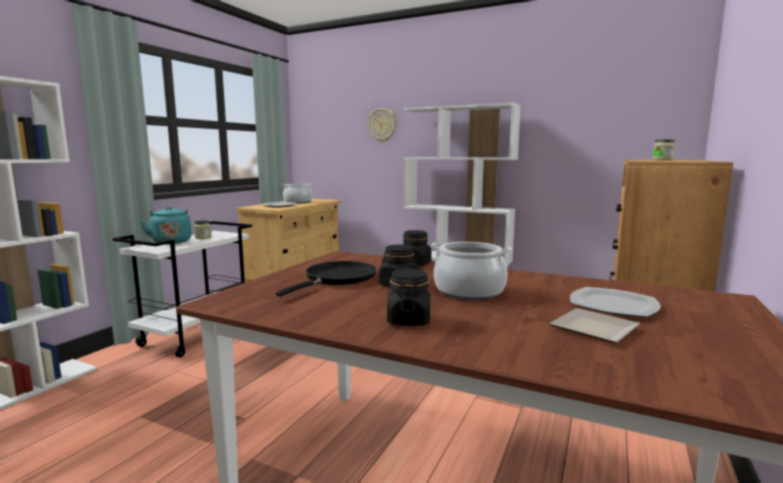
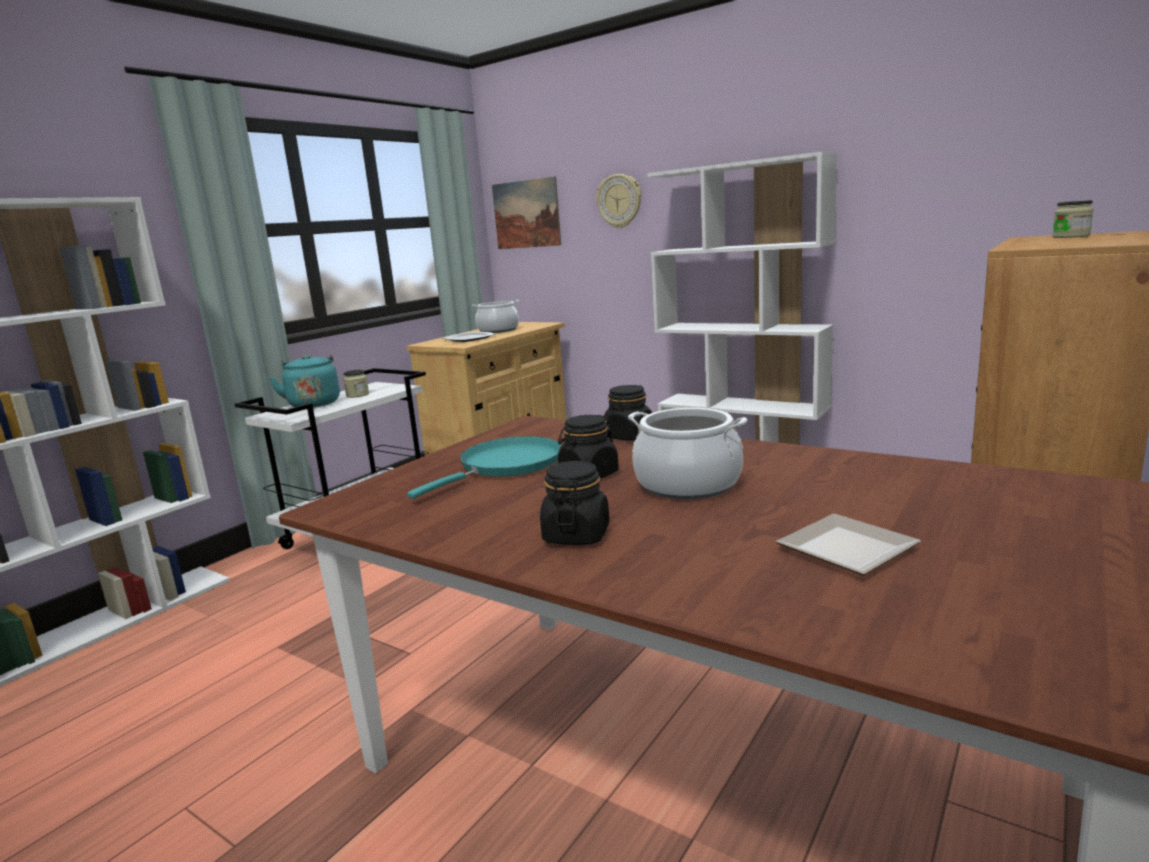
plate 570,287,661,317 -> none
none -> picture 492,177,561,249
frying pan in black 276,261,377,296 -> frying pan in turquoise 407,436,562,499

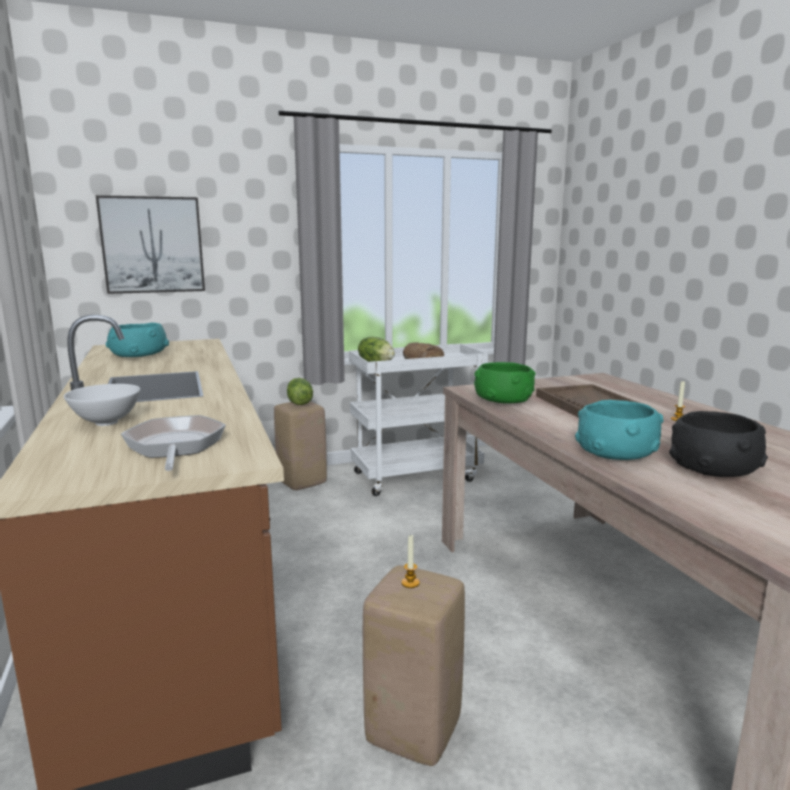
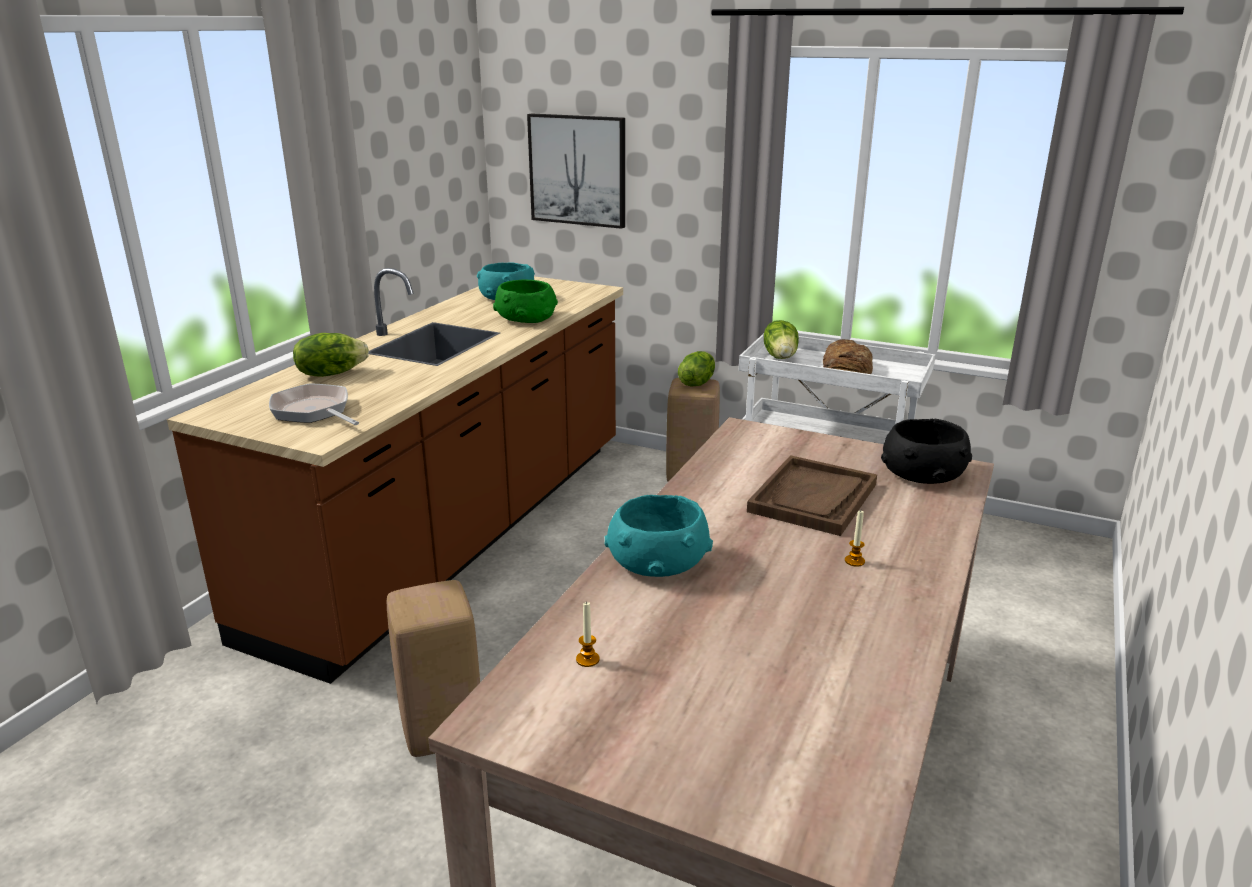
candle 401,535,420,588 -> candle 576,601,599,667, relocated
bowl in green 474,362,535,404 -> bowl in green 493,280,558,323, relocated
bowl in black 669,411,768,477 -> bowl in black 881,419,972,484, relocated
bowl in white 64,384,140,426 -> lettuce 293,333,369,377
frying pan 121,415,226,471 -> frying pan 269,383,359,425, 75 degrees counterclockwise

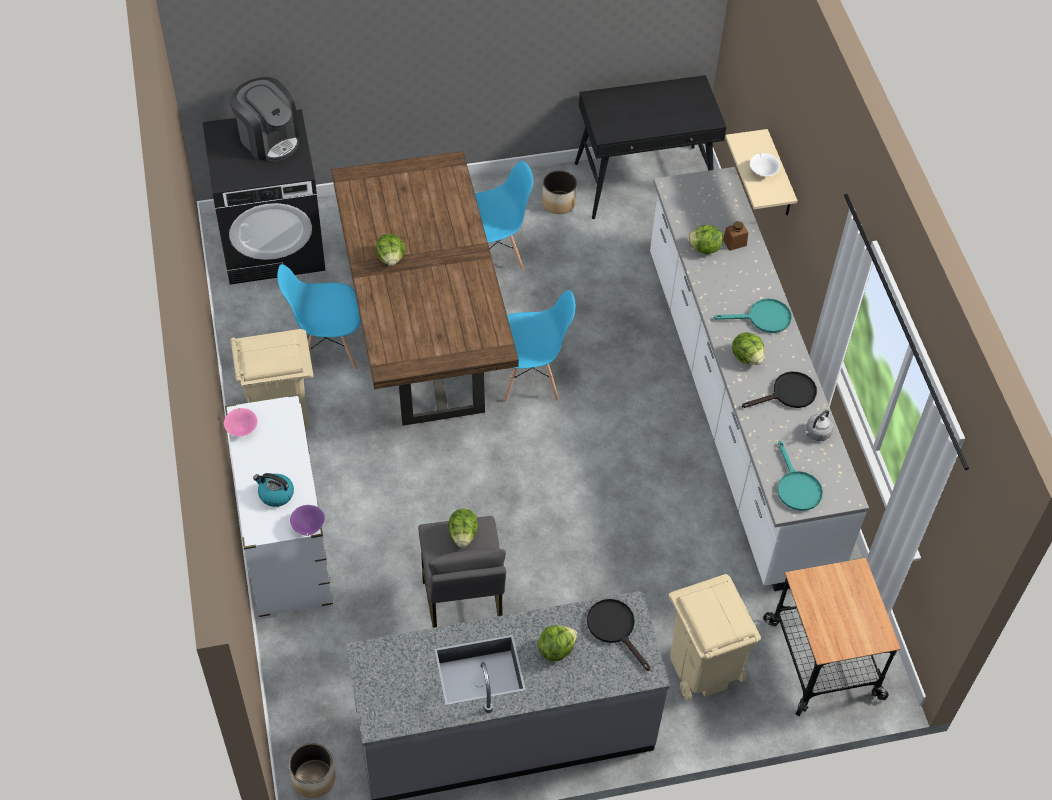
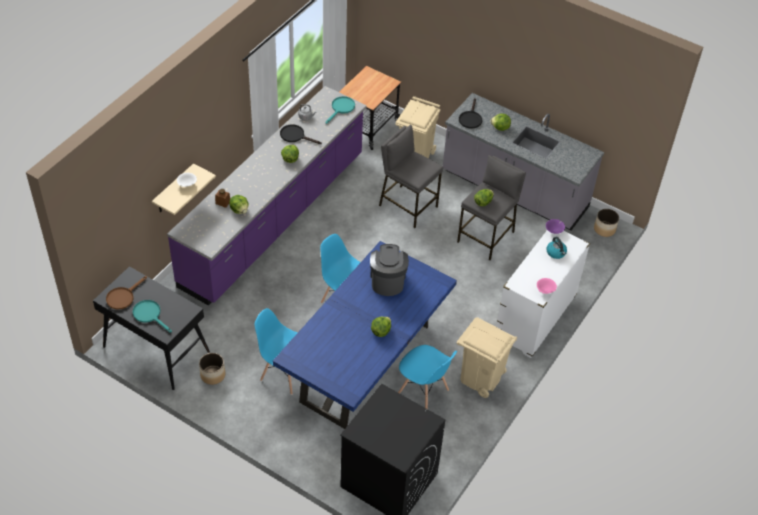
none -> frying pan in brown 106,276,147,310
none -> stool in grey 379,125,443,228
coffee machine 230,77,299,162 -> coffee machine 370,244,409,296, relocated
frying pan in turquoise 714,299,792,333 -> frying pan in turquoise 133,300,172,332, relocated
dining table in brown 331,151,519,426 -> dining table in blue 273,241,457,429
counter in white 650,167,869,591 -> counter in purple 167,86,367,305

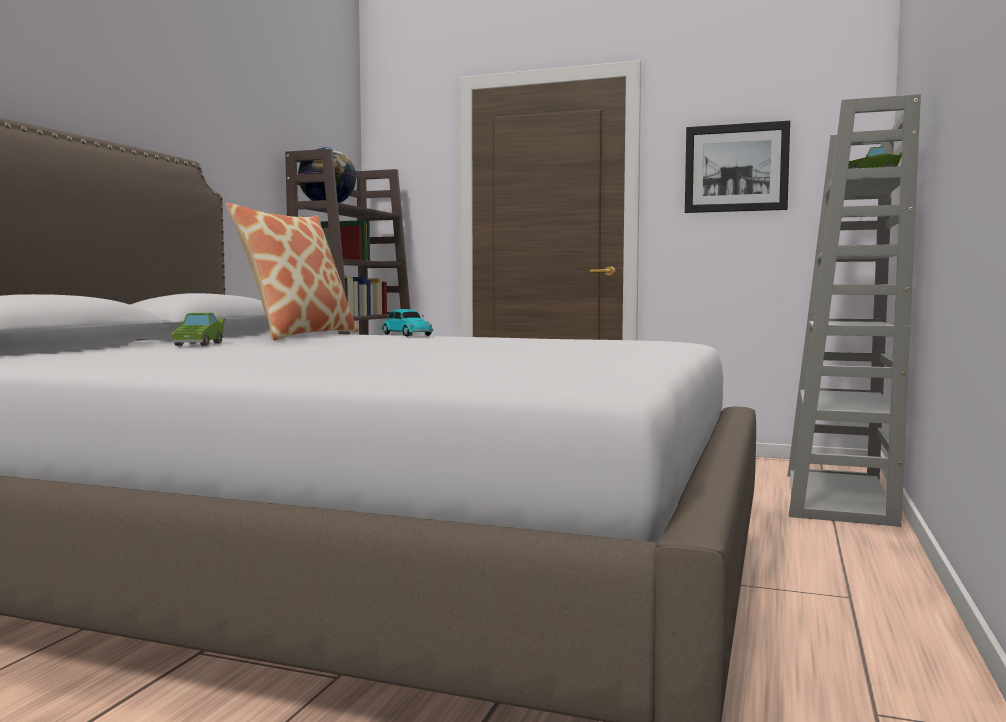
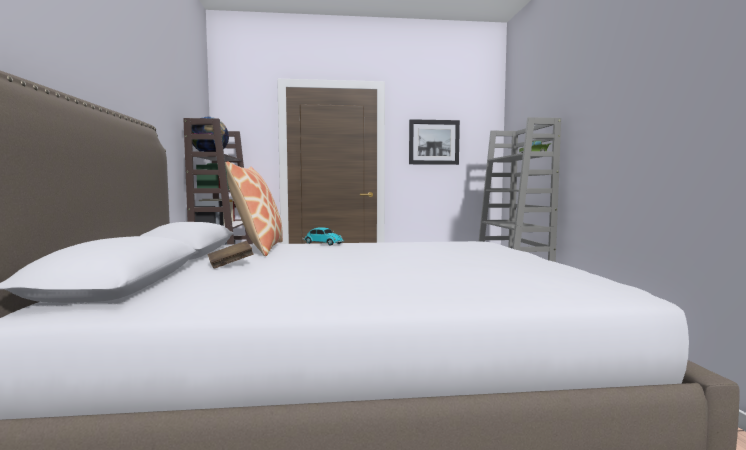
toy car in green 171,313,226,346 -> book in brown 207,241,254,269

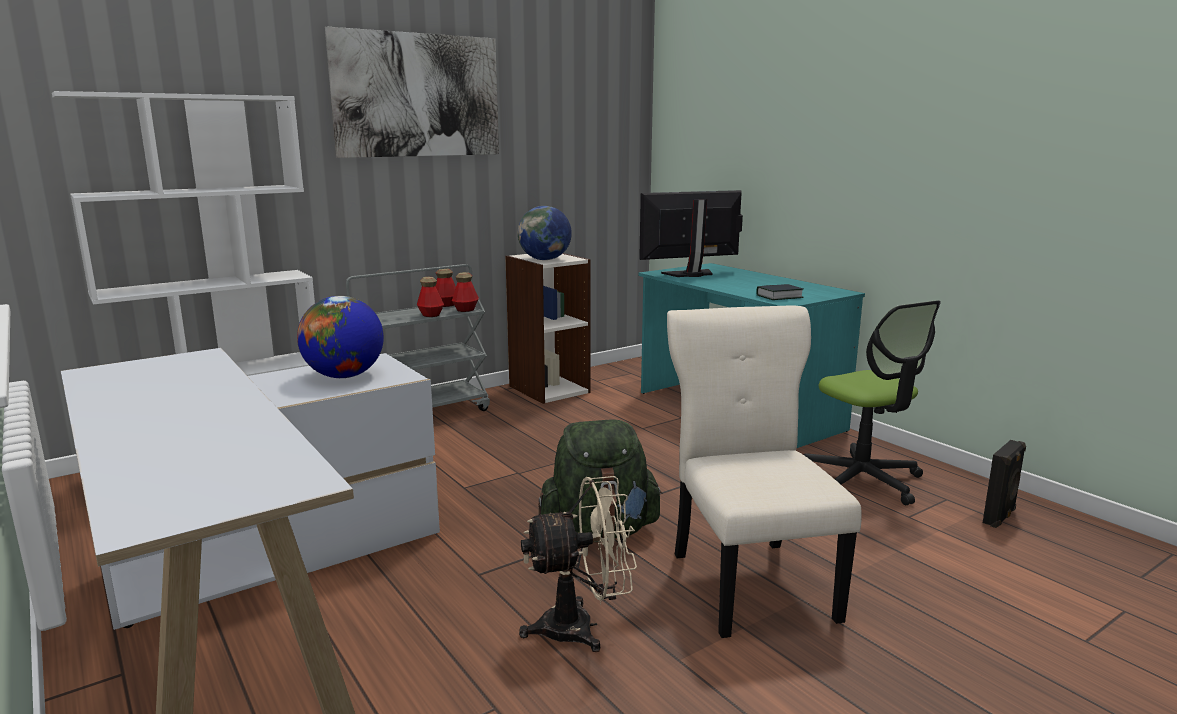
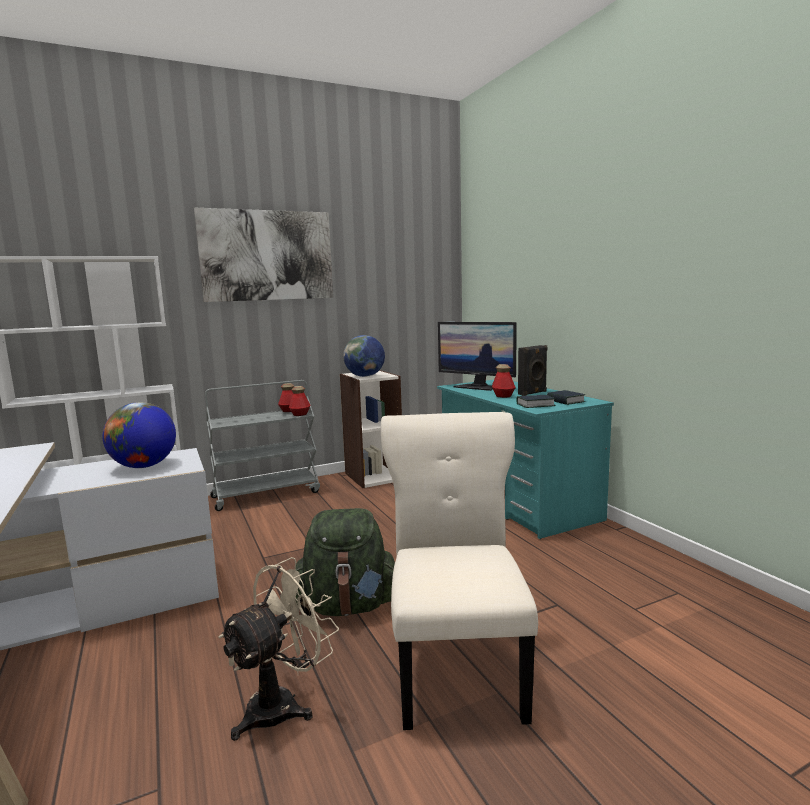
office chair 803,300,941,505 -> none
none -> book 547,390,585,405
bottle 417,277,444,317 -> bottle 492,364,516,398, relocated
speaker in black 983,440,1026,528 -> speaker in black 518,345,547,396, relocated
fan in beige 519,476,637,652 -> fan in beige 218,557,339,741, 45 degrees counterclockwise
monitor 639,190,743,277 -> monitor 438,322,517,391, 135 degrees counterclockwise

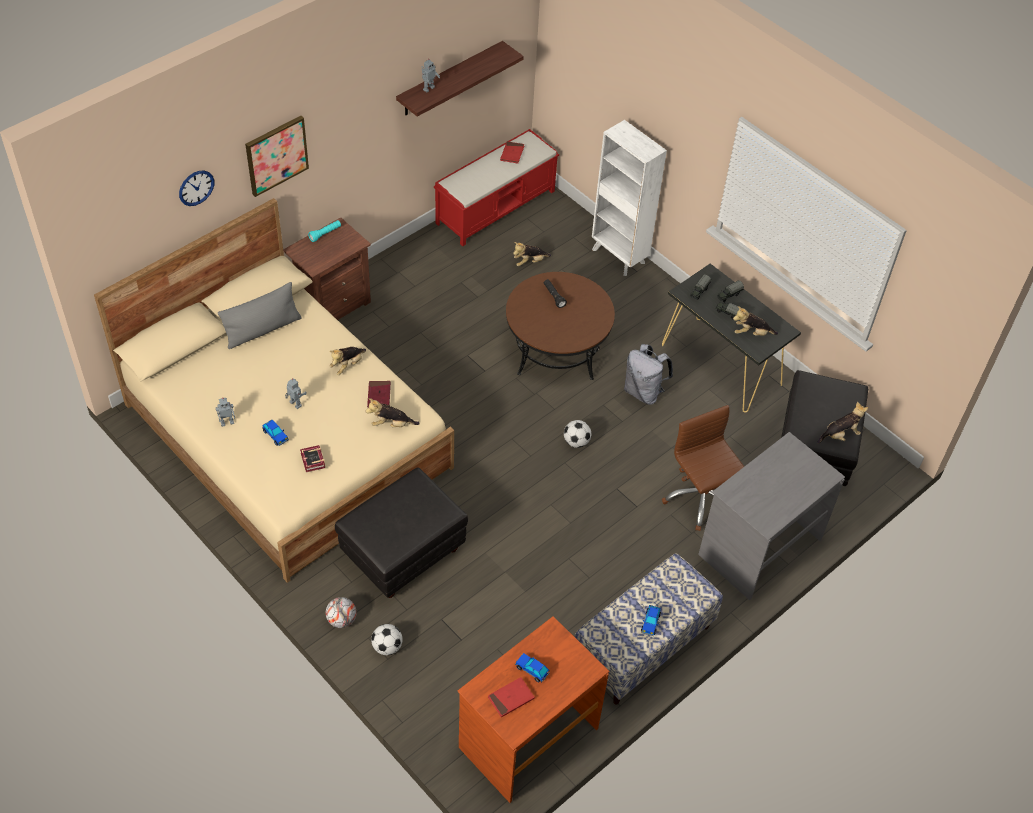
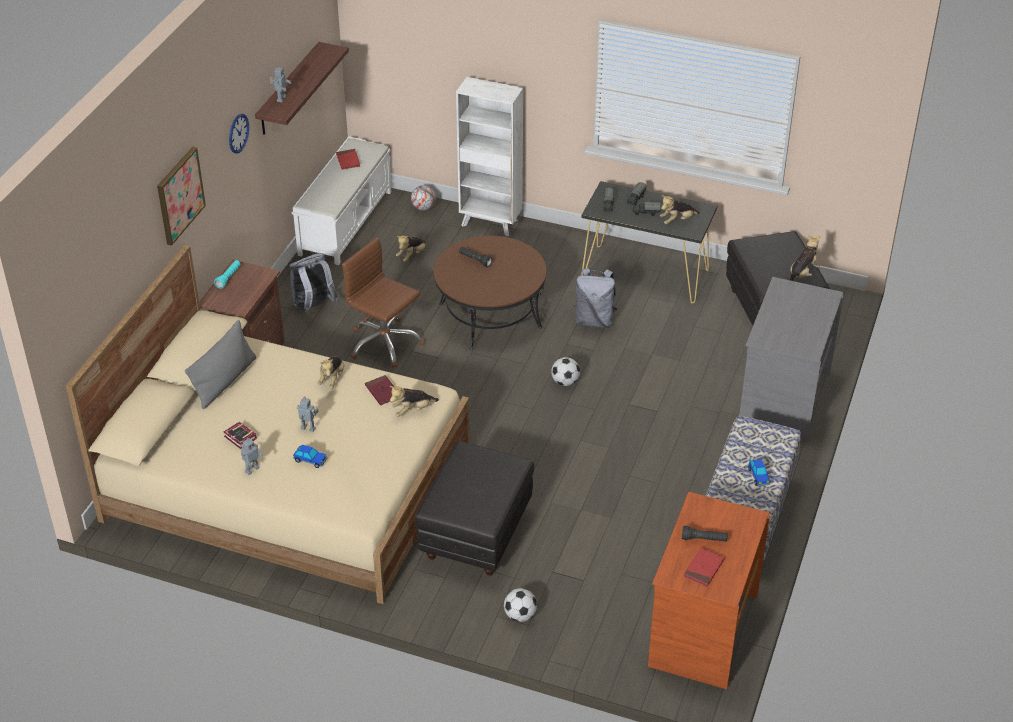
none -> backpack in grey 289,253,339,313
wall clock 179,171,214,206 -> wall clock 229,114,249,154, relocated
book 300,445,325,472 -> book 224,422,257,449, relocated
football 326,597,357,628 -> football 411,185,436,211, relocated
office chair in brown 662,405,744,531 -> office chair in brown 342,237,425,368, relocated
toy car 515,653,550,683 -> flashlight in black 682,526,728,542
bench in red 434,129,559,246 -> bench in white 292,136,391,265

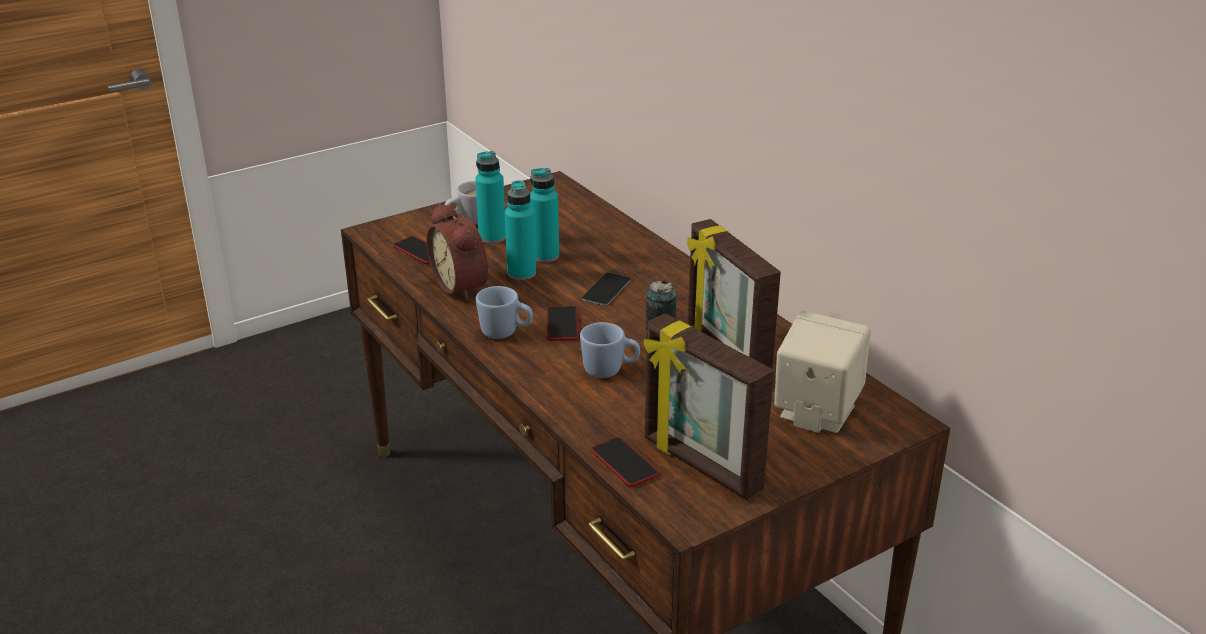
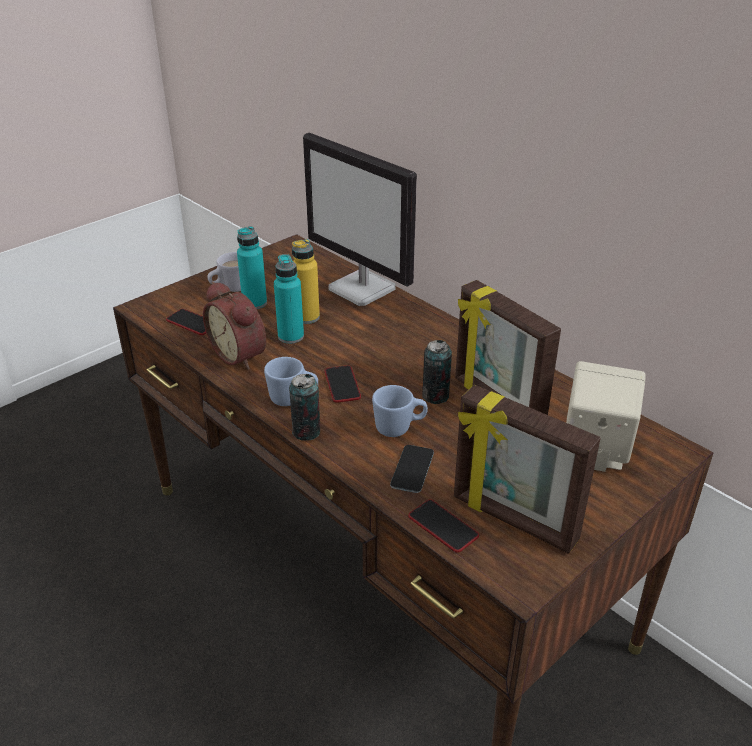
none -> can 289,374,320,441
none -> monitor 303,133,417,306
phone 582,273,631,306 -> phone 390,445,434,493, relocated
bottle in turquoise 530,168,559,263 -> bottle in yellow 292,239,320,324

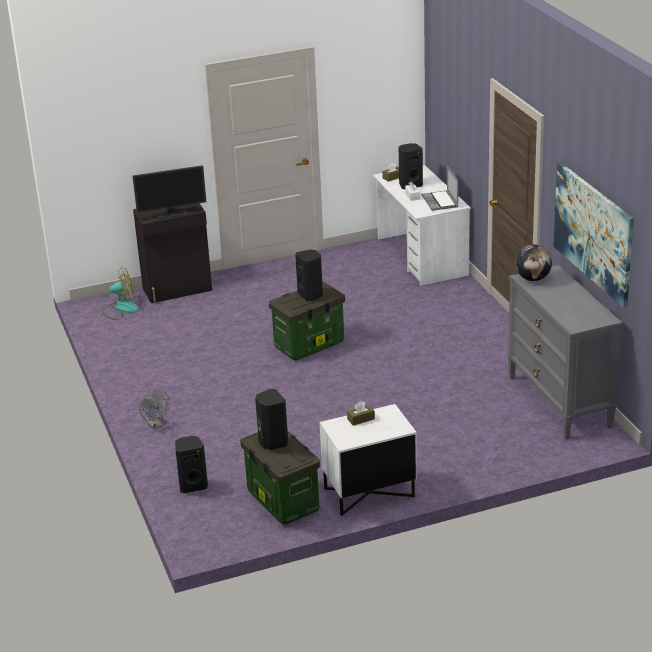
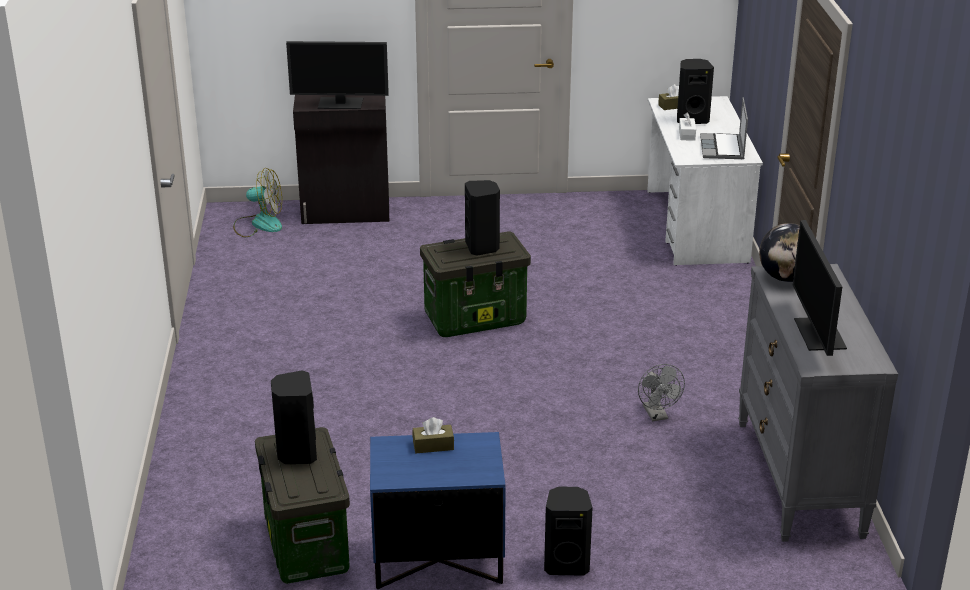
picture 554,162,634,308 -> none
none -> monitor 793,220,847,356
fan in grey 139,389,170,429 -> fan in grey 638,364,685,421, relocated
speaker in black 175,436,208,493 -> speaker in black 544,487,593,576, relocated
nightstand in white 320,404,417,516 -> nightstand in blue 370,432,506,589

